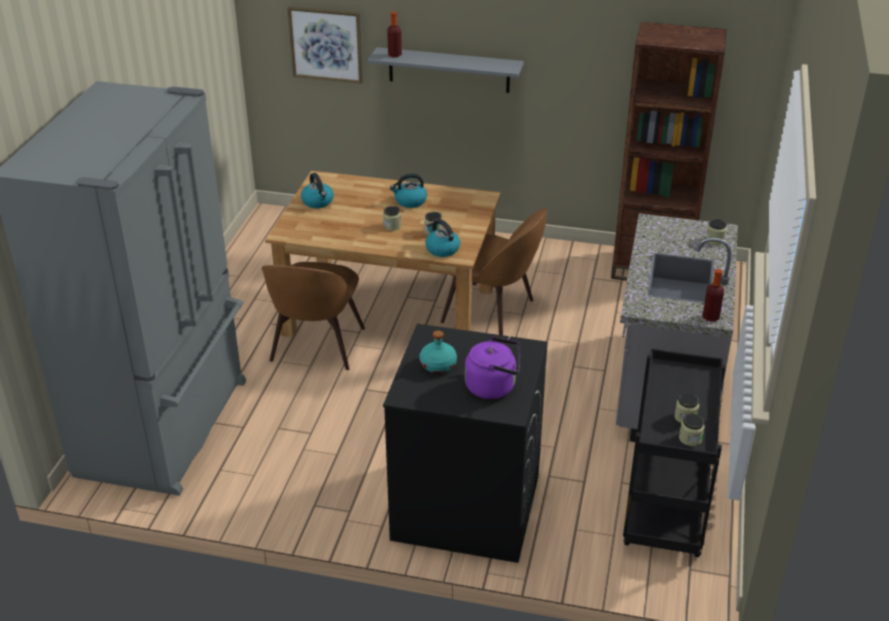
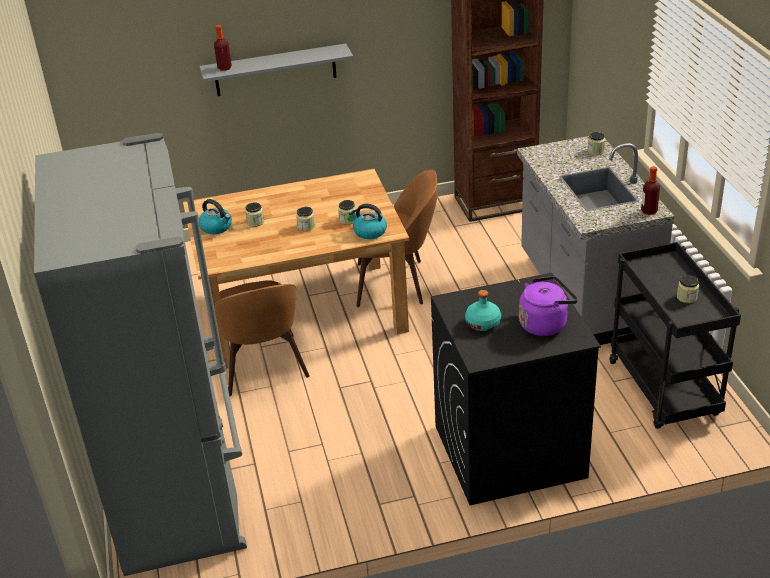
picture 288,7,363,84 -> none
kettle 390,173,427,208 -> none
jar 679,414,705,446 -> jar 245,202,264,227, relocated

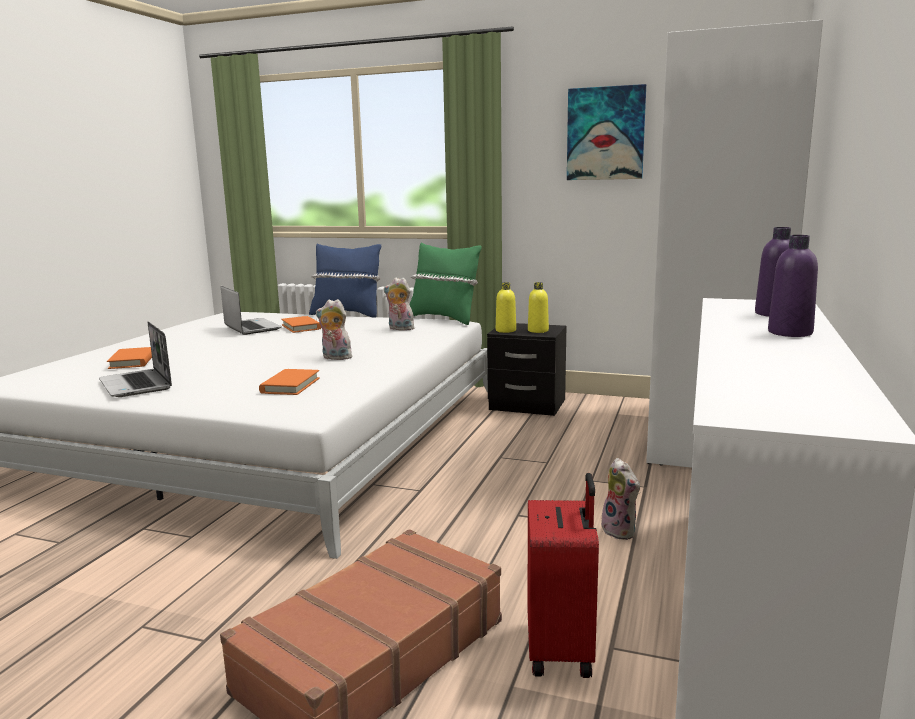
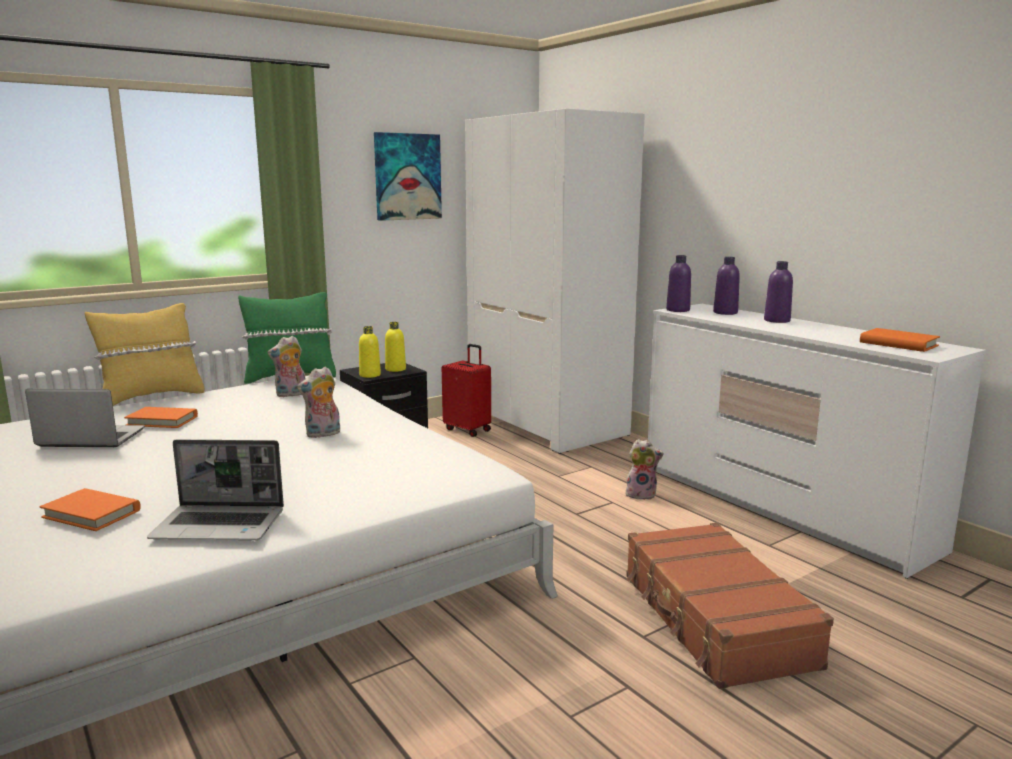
none -> bottle in purple 666,255,691,312
book in orange 259,369,320,395 -> book in orange 860,328,940,352, relocated
suitcase in red 527,473,599,678 -> suitcase in red 442,344,491,437, relocated
pillow in blue 309,244,381,317 -> pillow in yellow 85,303,204,406

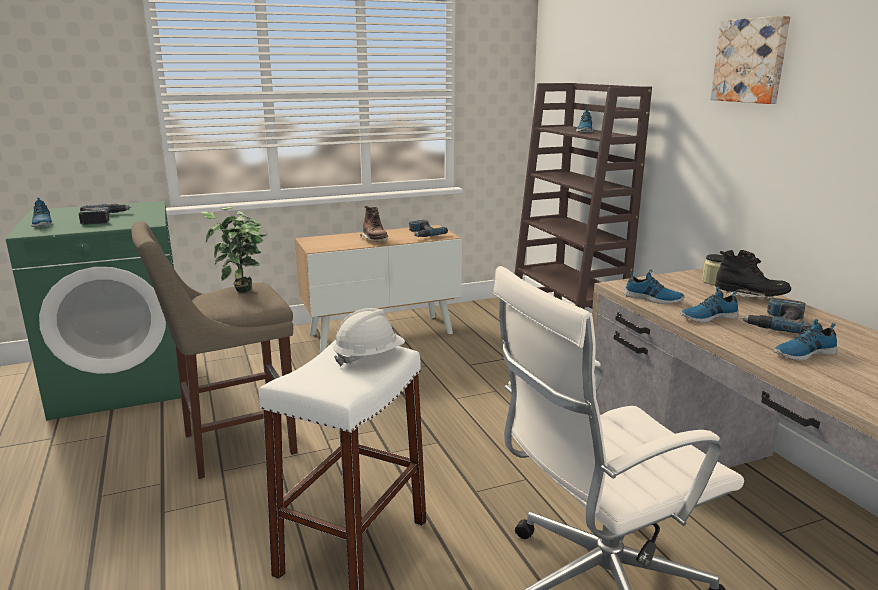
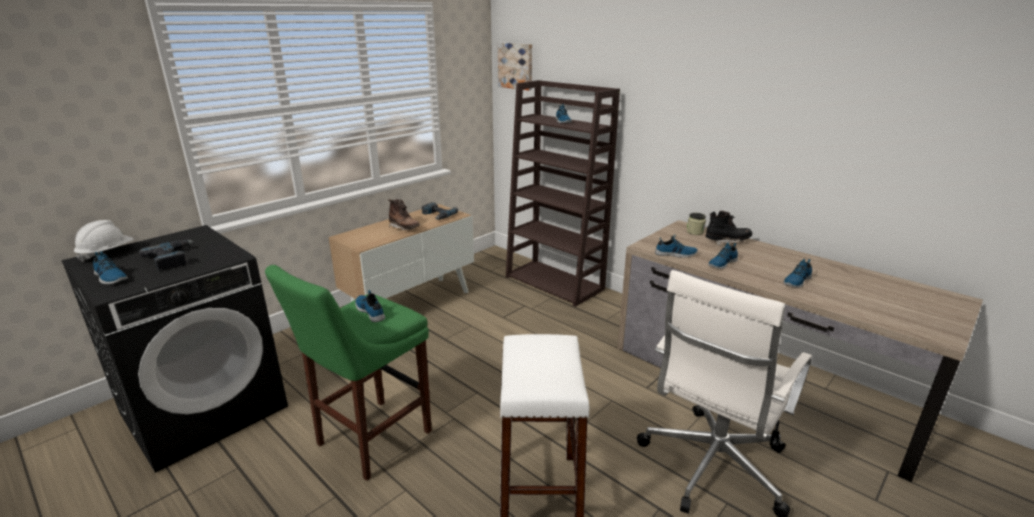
power drill 741,298,812,334 -> none
hard hat in white 333,308,405,366 -> hard hat in white 74,220,134,262, relocated
picture 710,16,790,104 -> picture 498,43,532,90, relocated
potted plant 200,207,266,293 -> shoe 355,290,385,322
washing machine in green 6,201,188,421 -> washing machine in black 61,225,288,473
stool in beige 131,221,297,479 -> stool in green 265,265,432,481

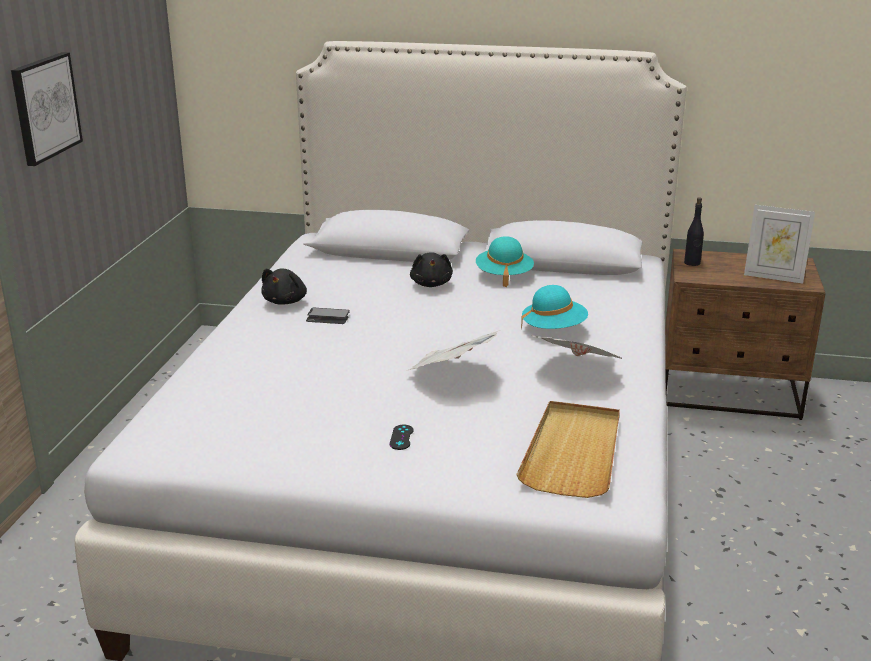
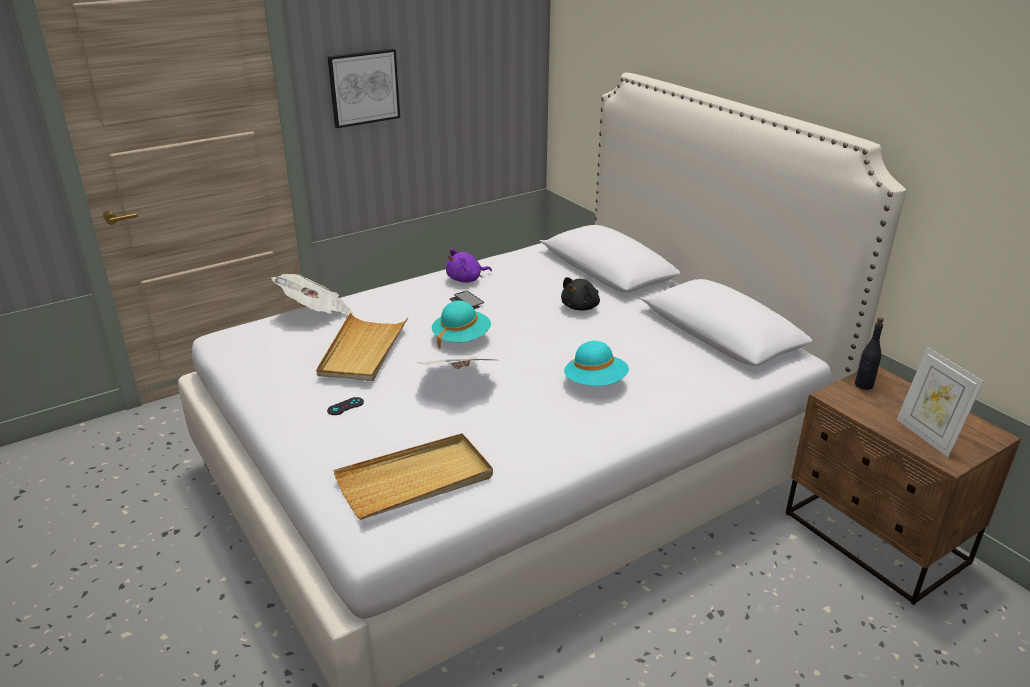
none -> tray in beige 316,312,408,381
hat in turquoise 476,236,534,287 -> hat in turquoise 432,301,491,349, relocated
newspaper 532,335,623,359 -> newspaper 271,274,353,314, relocated
plush toy in black 262,269,307,305 -> plush toy in purple 446,249,492,283

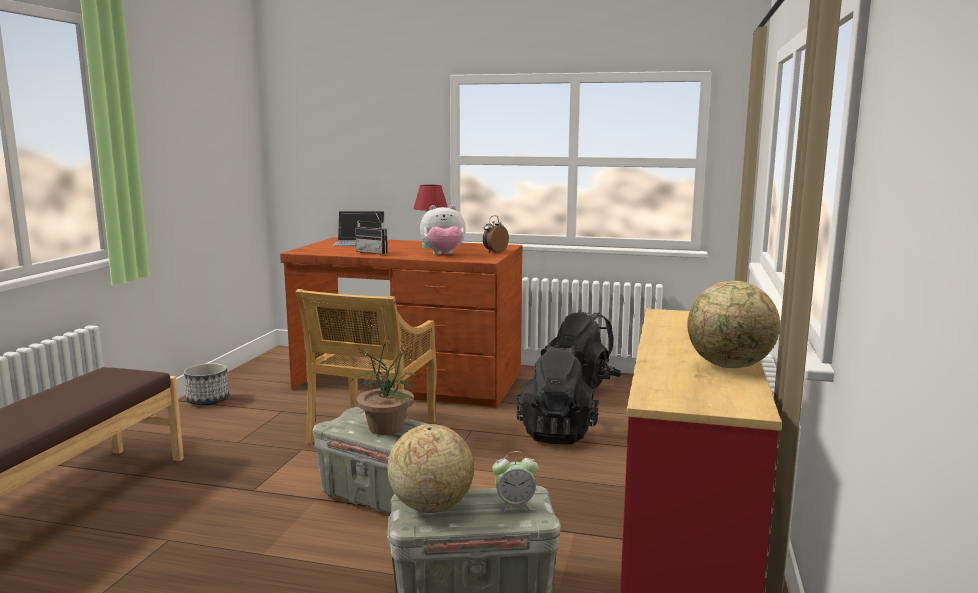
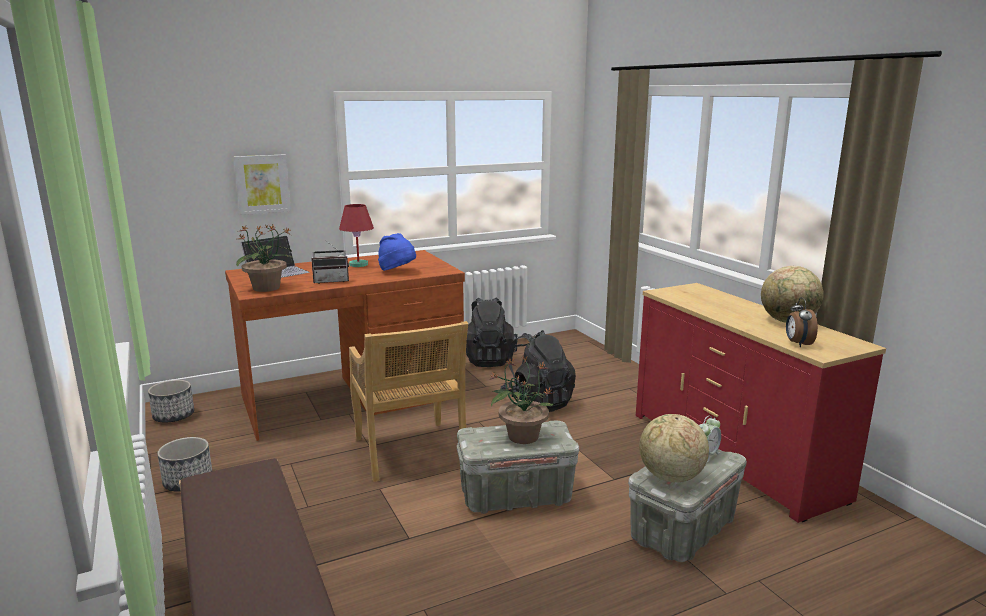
none -> planter 148,380,194,423
none -> picture 233,154,291,215
none -> potted plant 236,225,292,292
alarm clock 483,216,509,253 -> alarm clock 786,297,818,347, relocated
plush toy 420,205,466,254 -> hat in blue 378,233,416,271

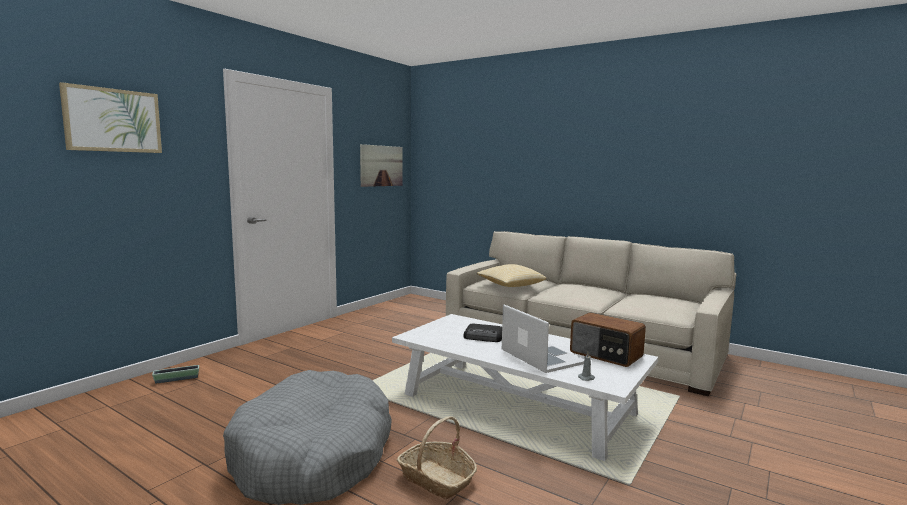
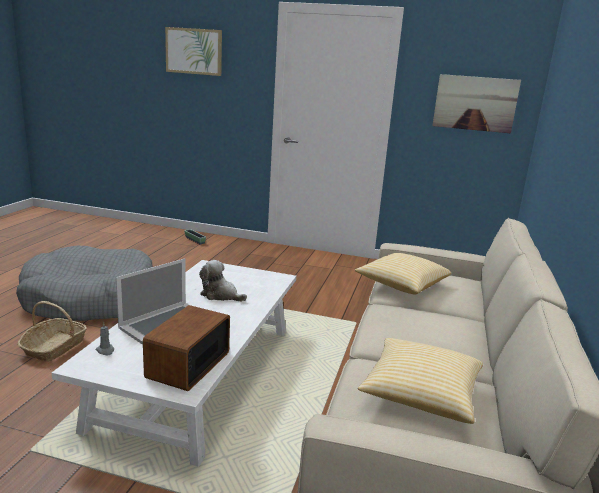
none -> pillow 358,338,483,424
radio 463,324,502,342 -> plush toy 199,260,247,301

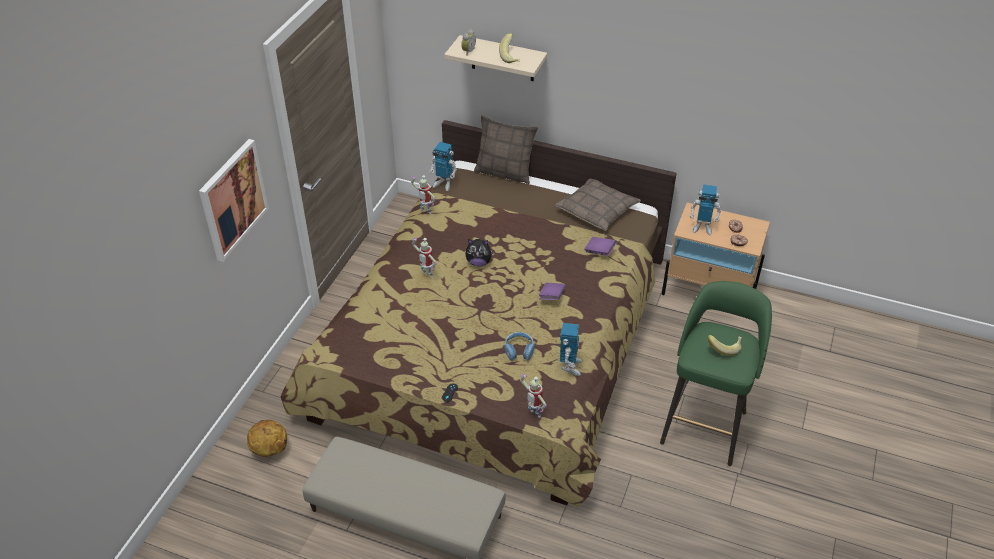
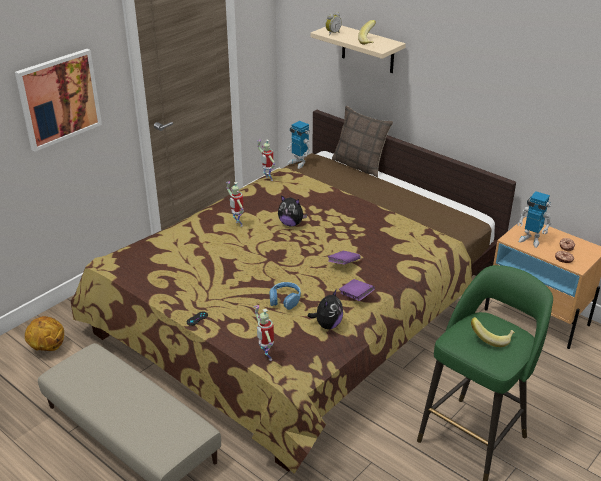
pillow 555,179,641,231 -> none
book in purple 585,237,617,256 -> book in purple 339,279,375,301, relocated
toy robot 560,323,583,376 -> plush toy 308,289,343,329

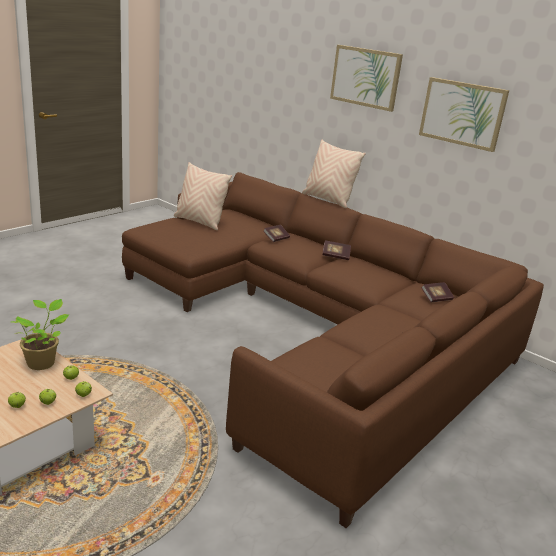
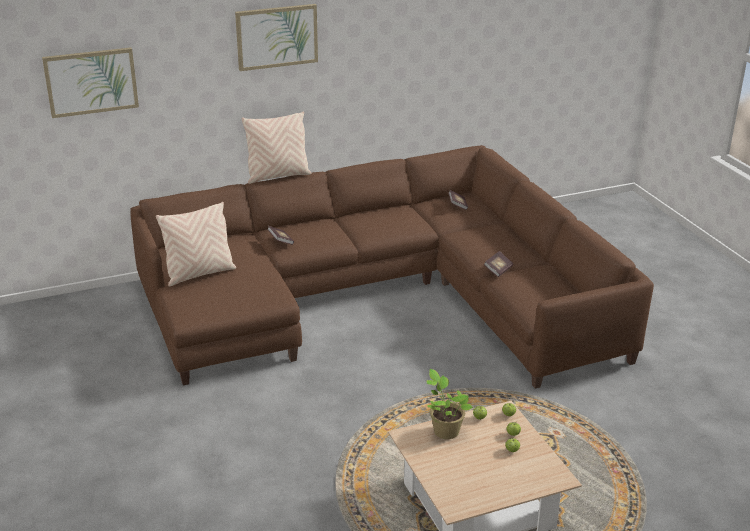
book 322,241,351,260 -> book 483,251,513,277, relocated
picture 419,77,509,152 -> picture 42,47,139,118, relocated

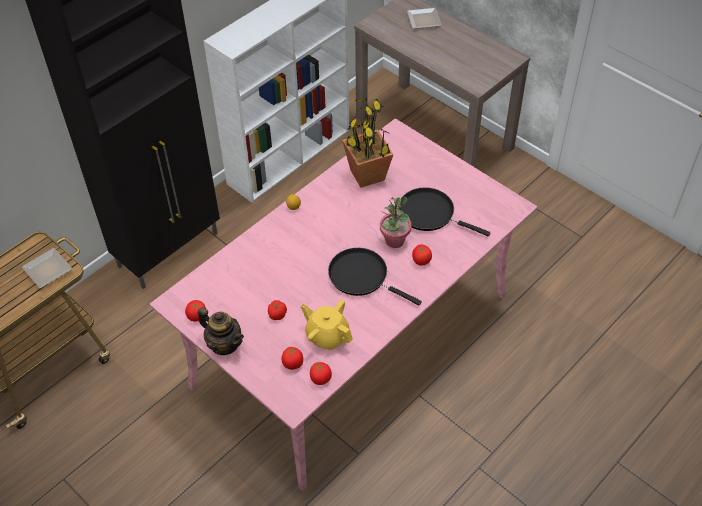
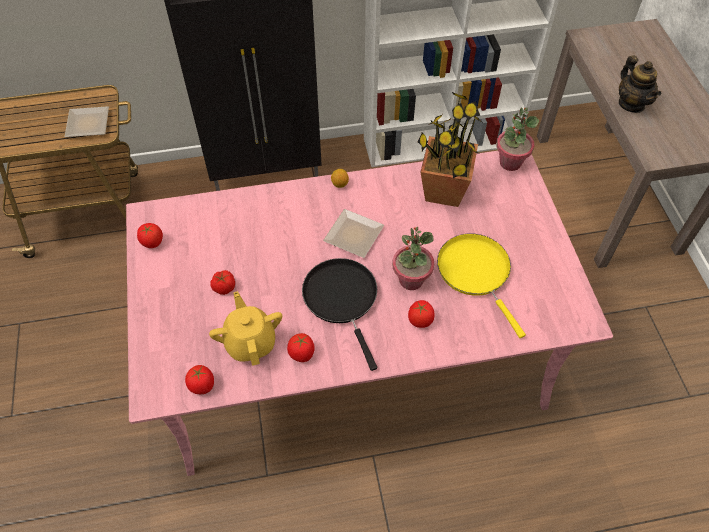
none -> potted plant 497,107,539,171
teapot 198,307,244,355 -> teapot 619,55,661,113, relocated
tomato 281,347,303,370 -> tomato 287,333,314,362, relocated
plate 407,8,442,29 -> plate 323,209,384,258, relocated
frying pan in black 399,187,490,236 -> frying pan in yellow 437,234,526,338

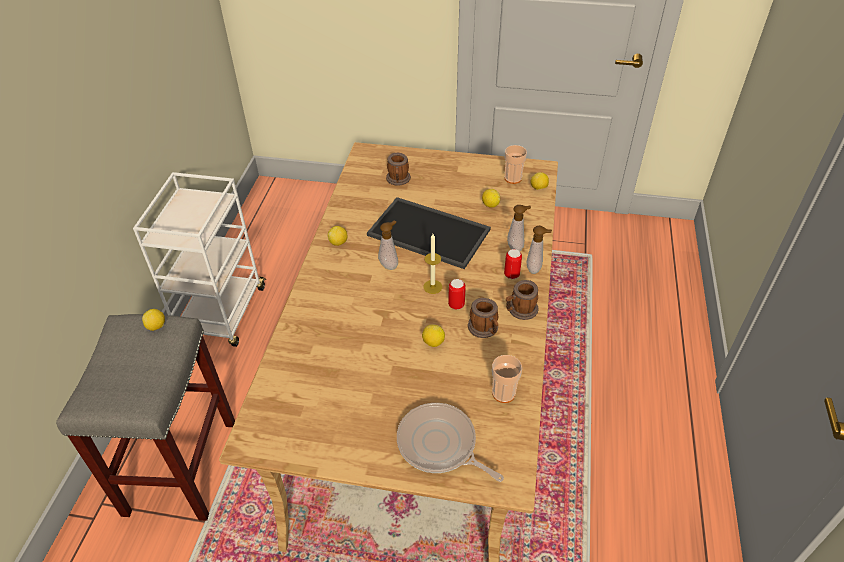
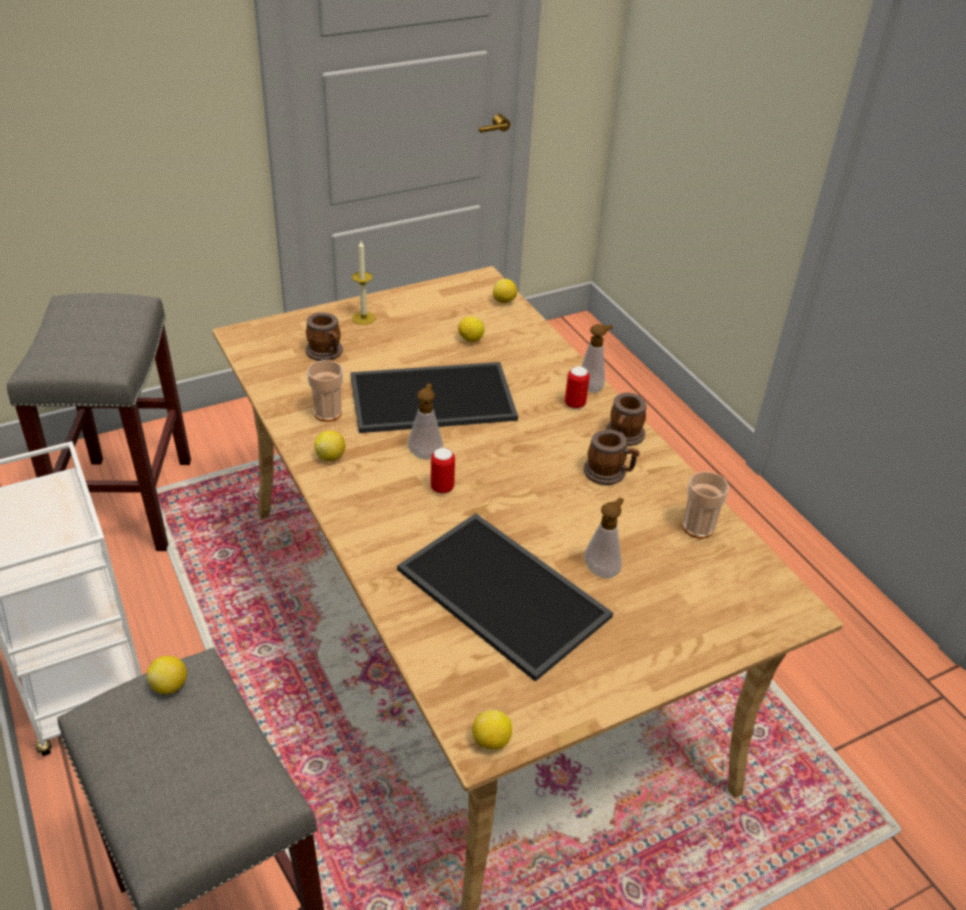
frying pan 397,403,504,482 -> none
none -> stool in grey 7,293,191,551
none -> tray 397,513,613,682
lemon 422,324,445,347 -> lemon 472,710,512,750, relocated
candle 423,234,442,294 -> candle 352,241,376,325, relocated
can 448,279,466,310 -> can 431,448,455,494, relocated
cup 505,145,527,184 -> cup 307,360,343,422, relocated
soap dispenser 507,205,531,251 -> soap dispenser 584,497,624,578, relocated

